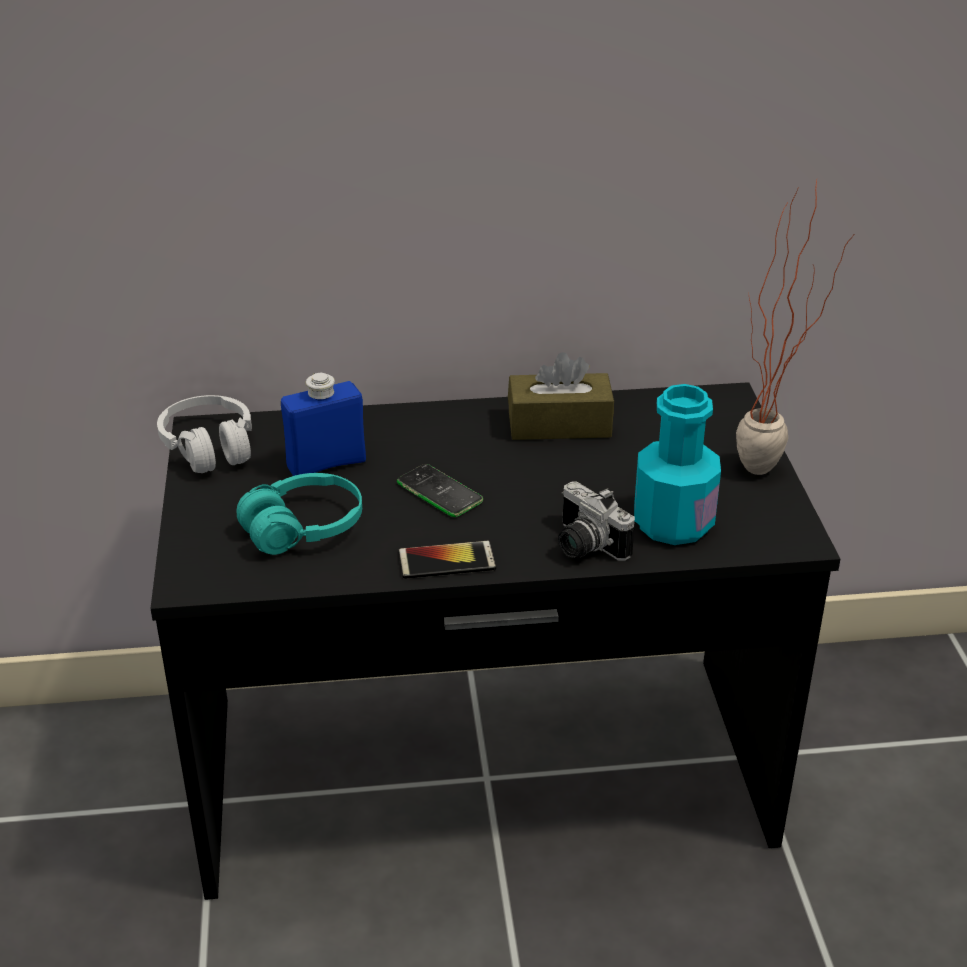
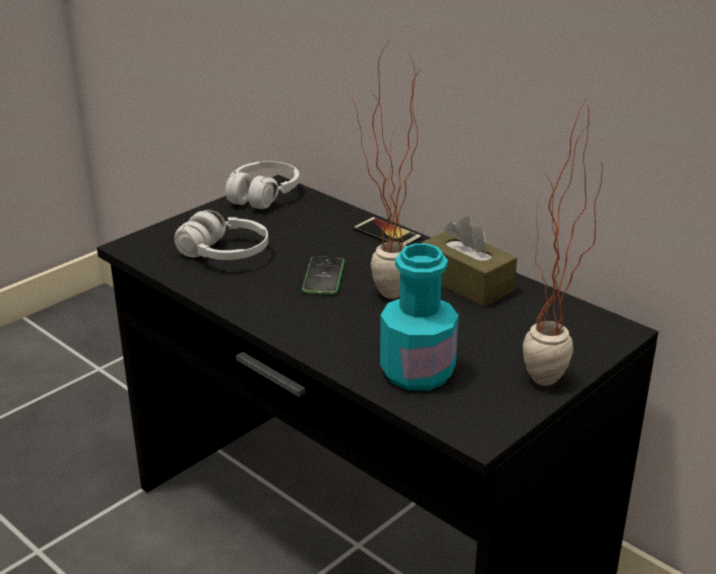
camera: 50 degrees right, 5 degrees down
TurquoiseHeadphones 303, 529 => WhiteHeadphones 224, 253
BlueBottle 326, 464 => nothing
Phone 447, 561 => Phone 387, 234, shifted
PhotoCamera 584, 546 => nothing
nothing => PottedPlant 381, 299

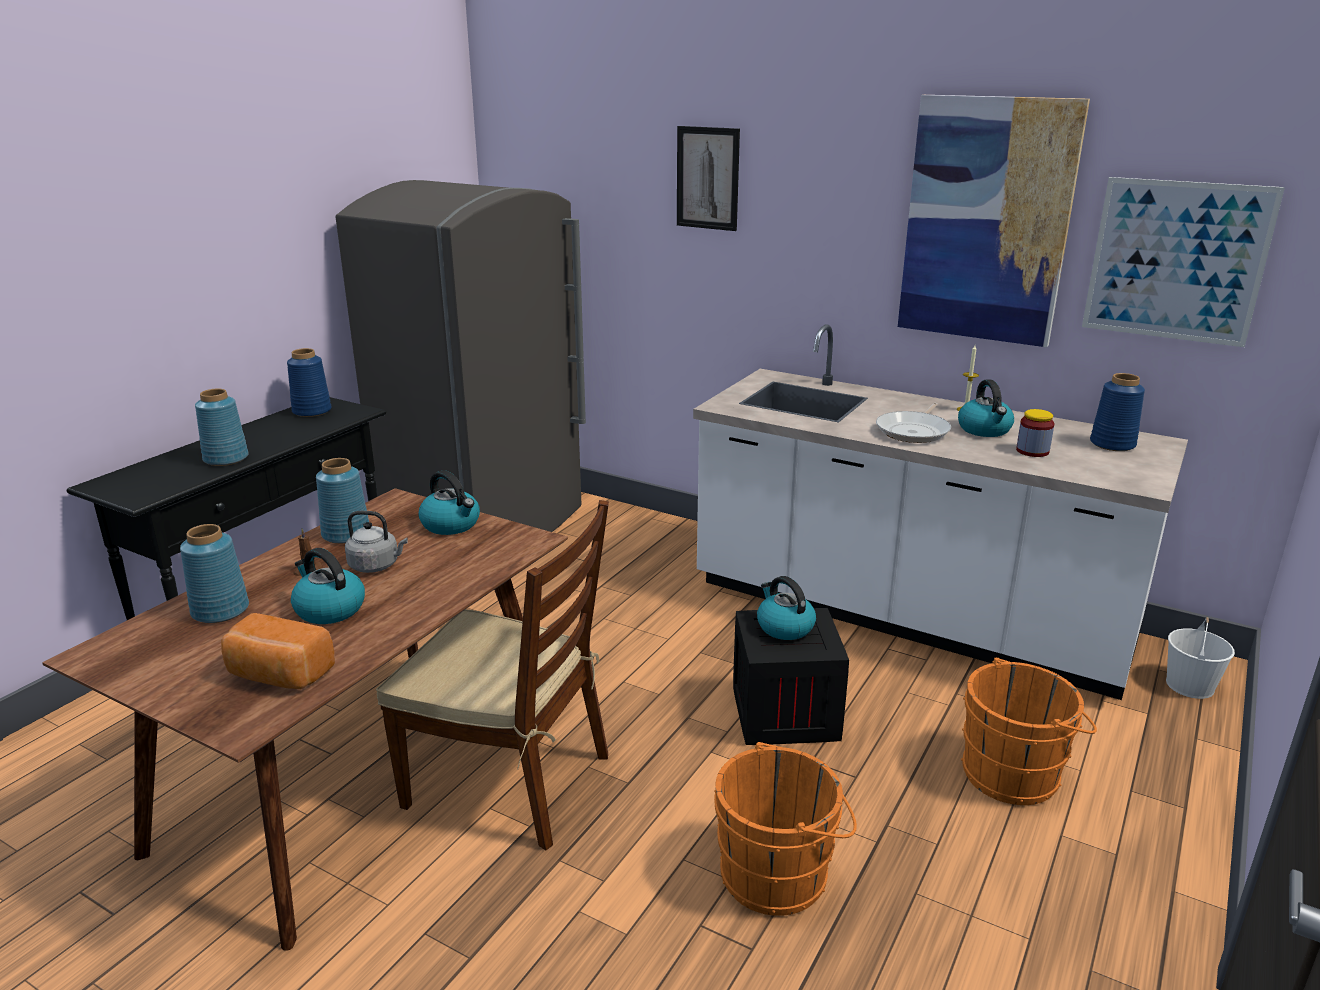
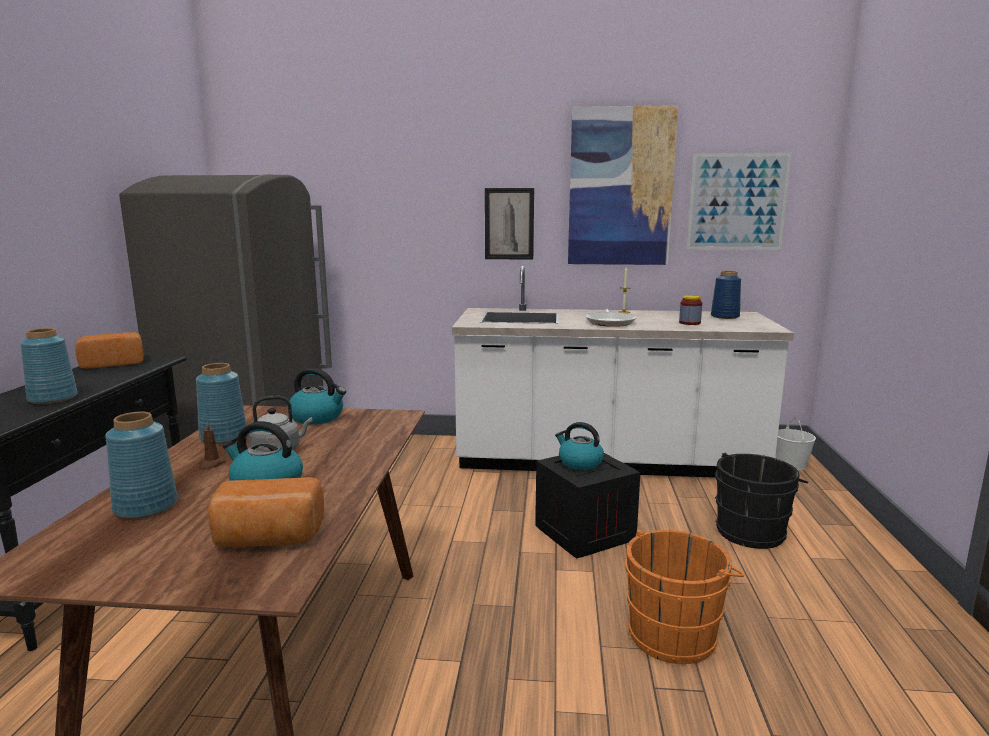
camera: 25 degrees left, 10 degrees down
BlueVase 312, 411 => Bread 113, 363
BrownChair 510, 780 => nothing
Picture 707, 178 => Picture 509, 224, shifted
Kettle 985, 430 => nothing
OrangeBucket 1015, 773 => BlackBucket 753, 531

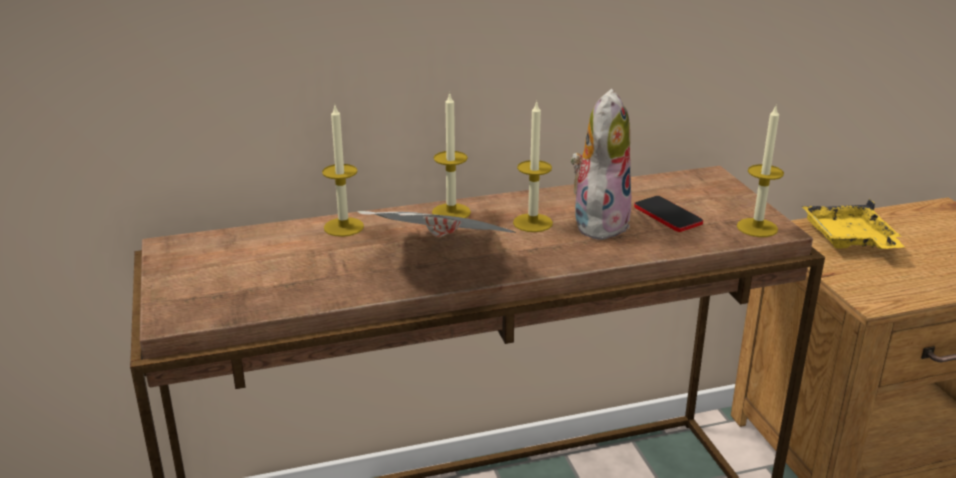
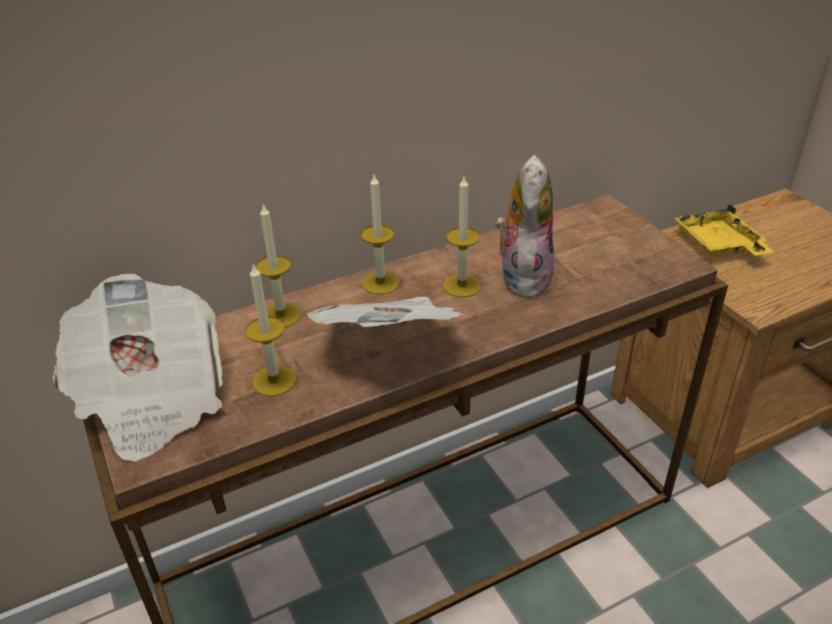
camera: 10 degrees left, 10 degrees up
Phone 667, 215 => nothing
Candle 757, 227 => Candle 274, 381, shifted
nothing => Newspaper 150, 397

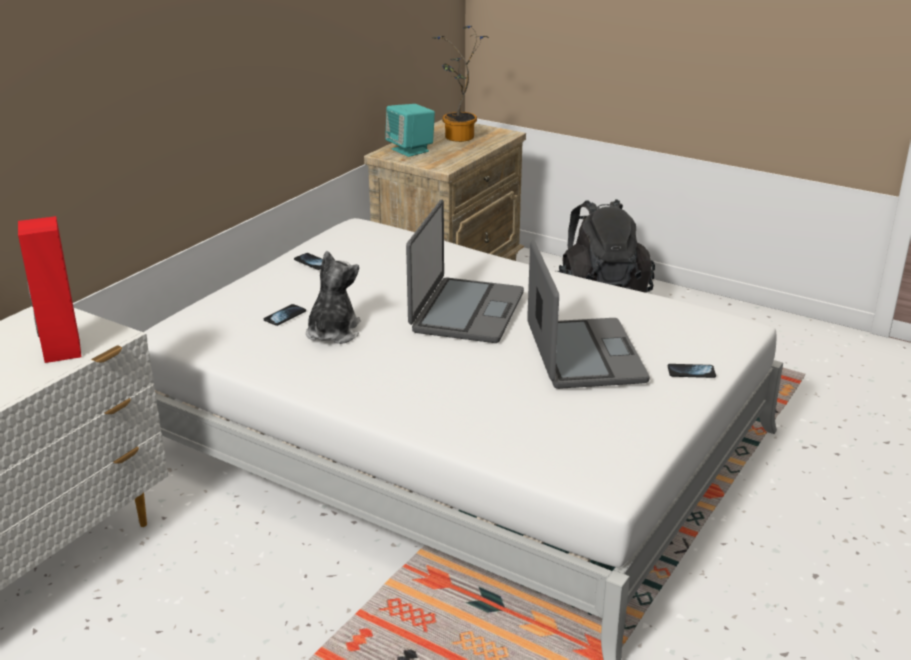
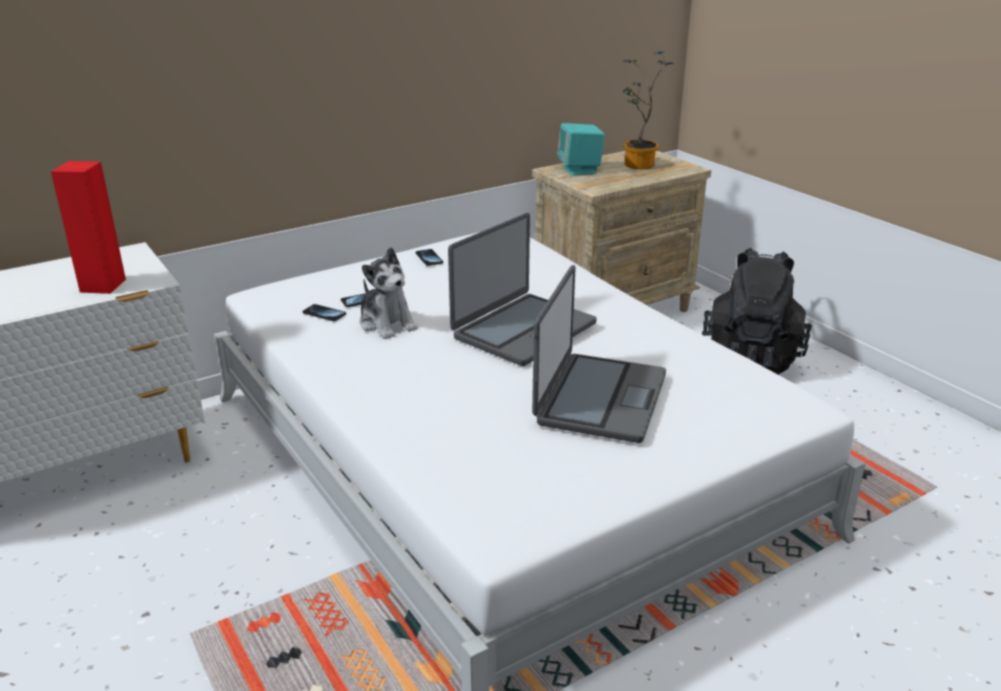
camera: 25 degrees right, 0 degrees up
PlushToy 332, 333 => PlushToy 387, 324, 105 degrees clockwise
Phone 691, 372 => Phone 324, 314, shifted

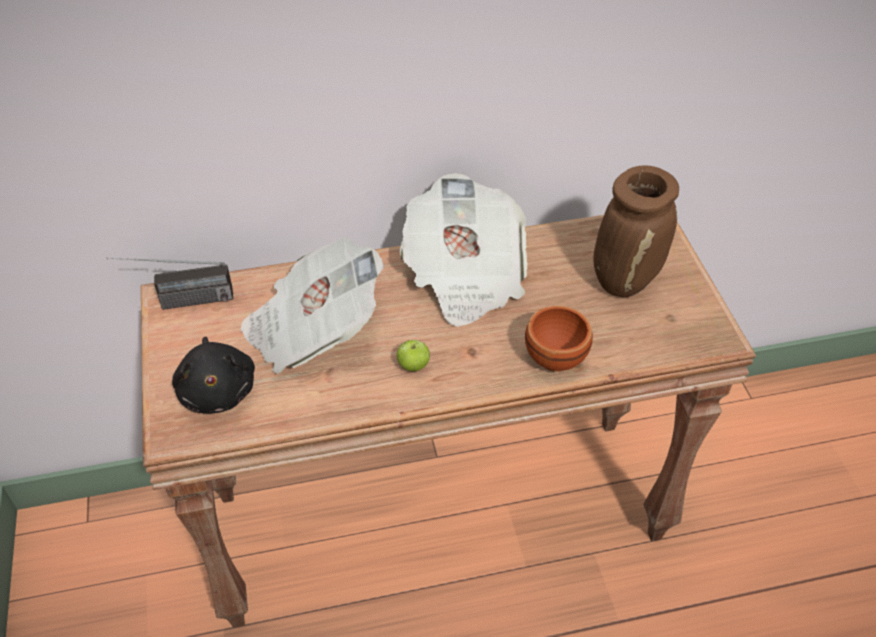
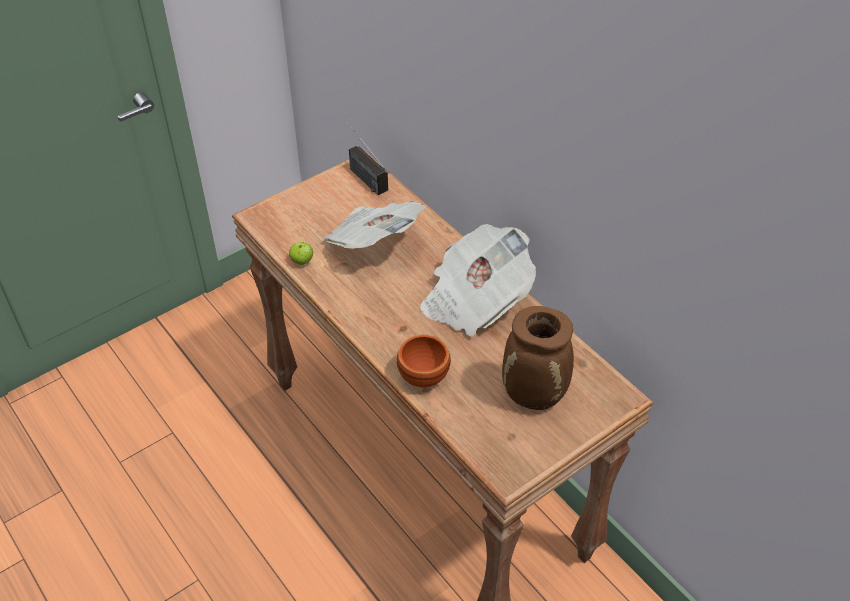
camera: 65 degrees right, 0 degrees up
BlackPlushToy 218, 390 => nothing
Apple 413, 366 => Apple 302, 261, shifted

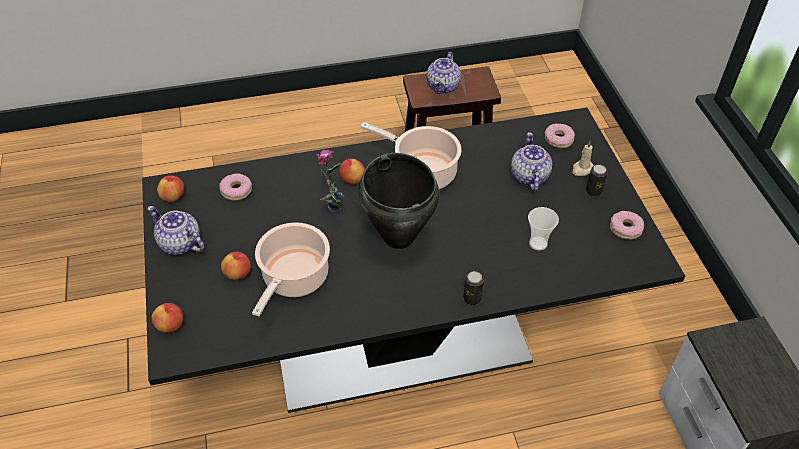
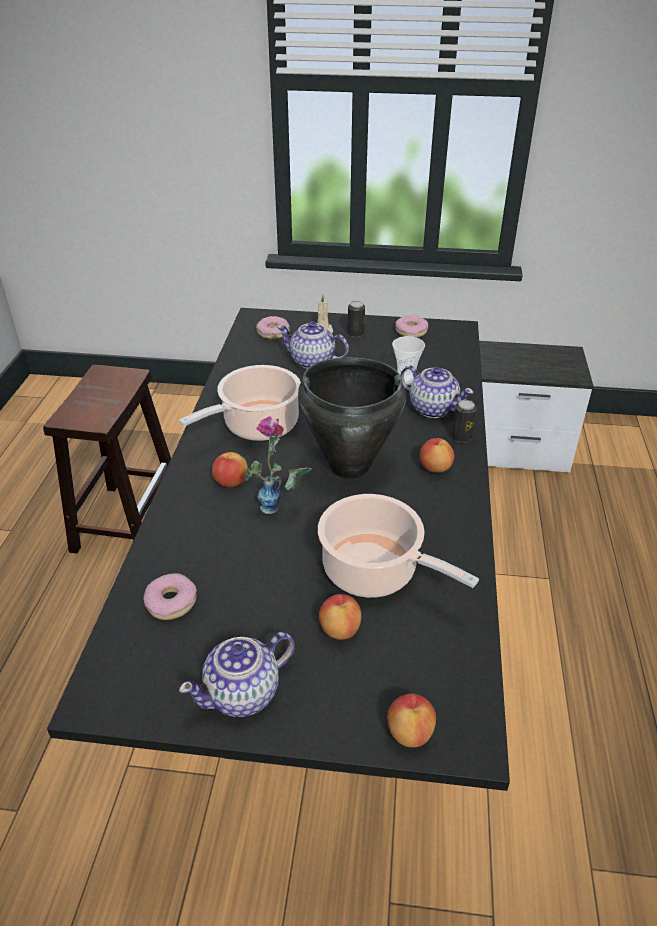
camera: 70 degrees left, 10 degrees down
Apple 173, 197 => Apple 435, 468, shifted
Teapot 443, 86 => Teapot 433, 408, shifted

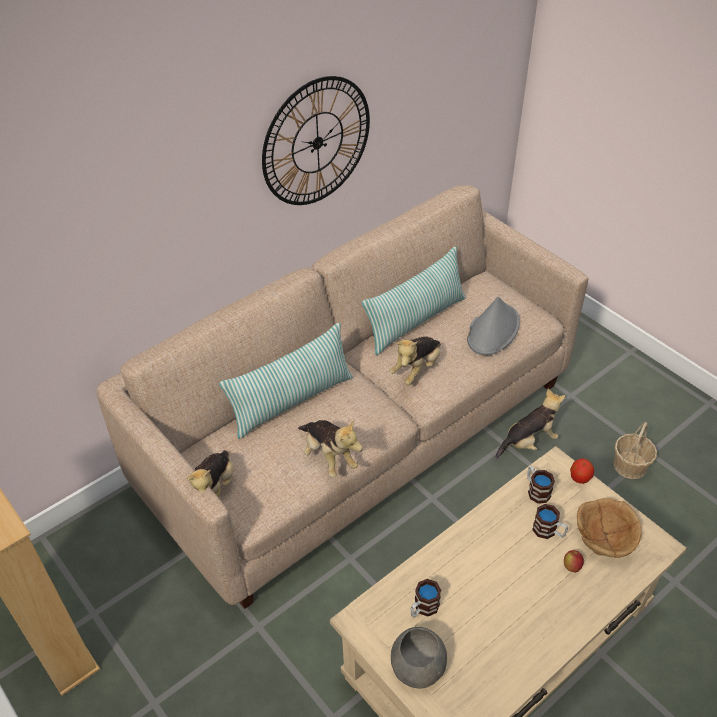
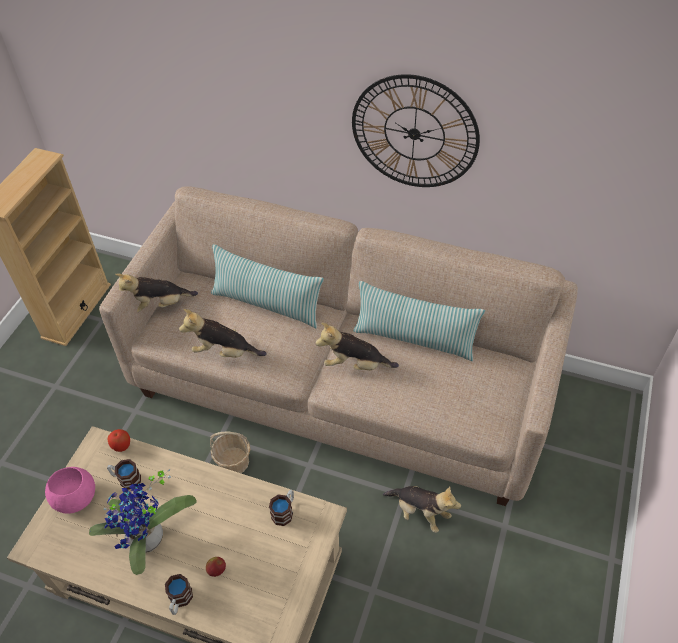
camera: 60 degrees right, 5 degrees up
PlushToy 328, 457 => PlushToy 224, 352, 75 degrees clockwise
GreyBowl 417, 667 => PinkBowl 74, 498
GreyHat 493, 330 => nothing
Mug 548, 531 => Mug 179, 600, shifted
Apple 580, 478 => Apple 121, 446, shifted
BrownBowl 605, 536 => nothing
Basket 630, 465 => Basket 233, 462, shifted
nothing => PottedPlant 149, 542

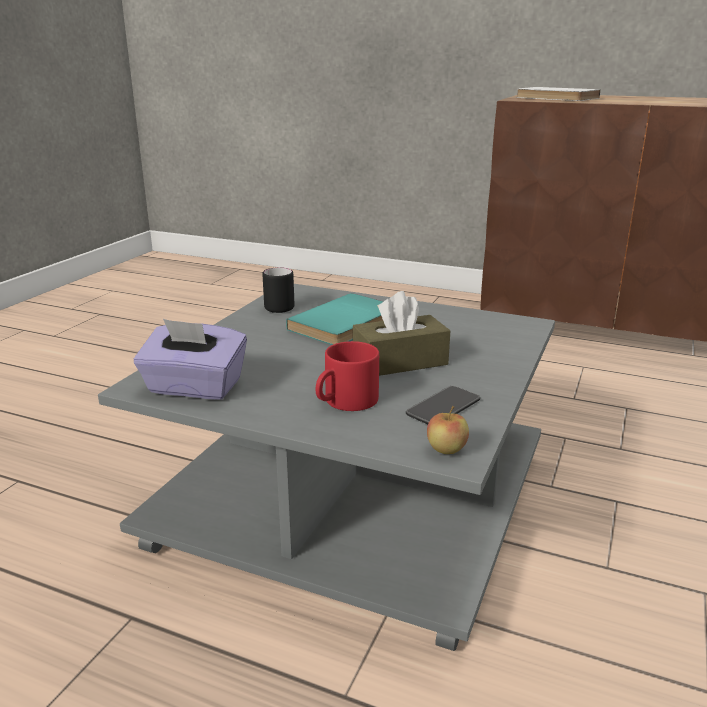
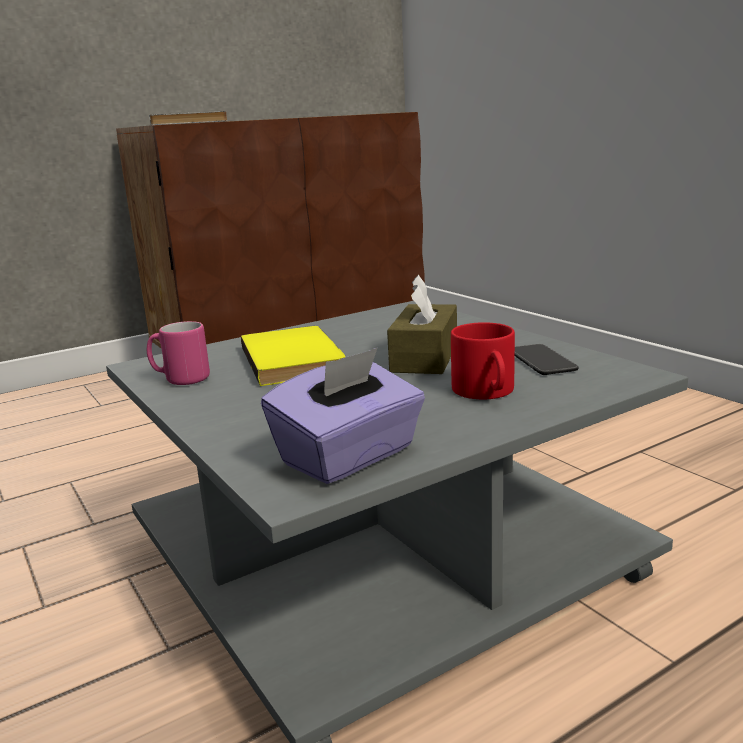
camera: 55 degrees left, 5 degrees down
BlackMug 277, 307 => PinkMug 180, 379
TurquoiseBook 347, 324 => YellowBook 296, 359
Apple 446, 450 => nothing

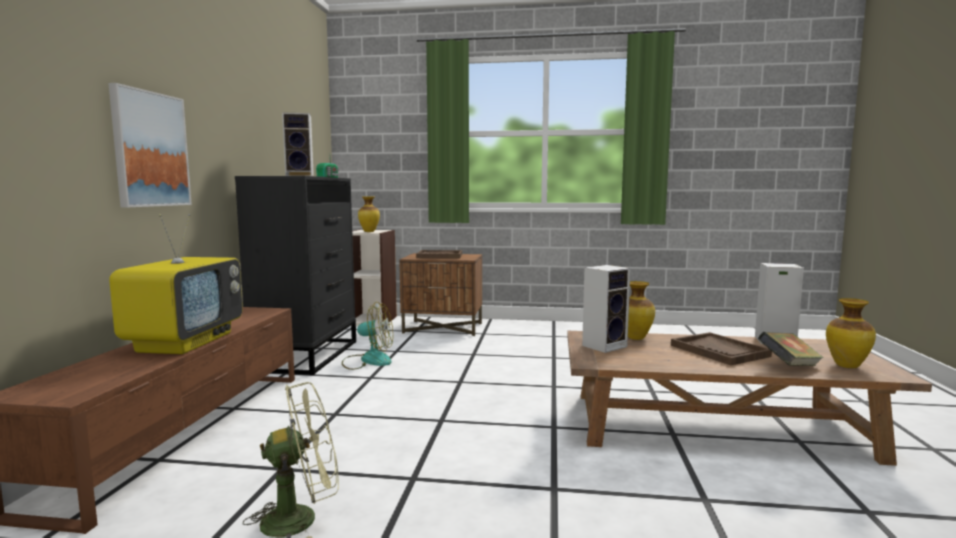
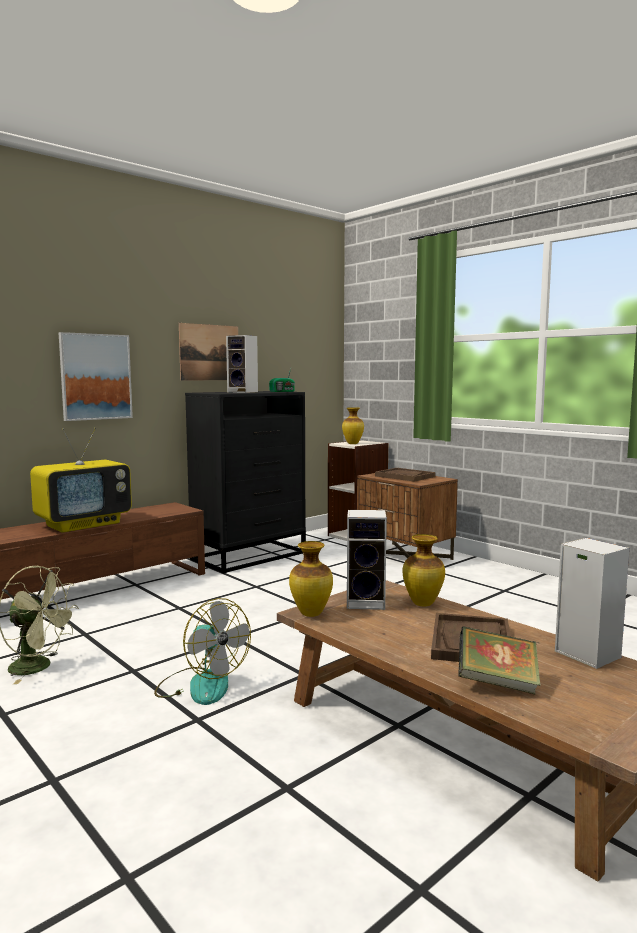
camera: 40 degrees right, 0 degrees up
Fan 368, 360 => Fan 201, 685, shifted
Vase 847, 366 => Vase 312, 614, shifted
nothing => Picture 209, 352

